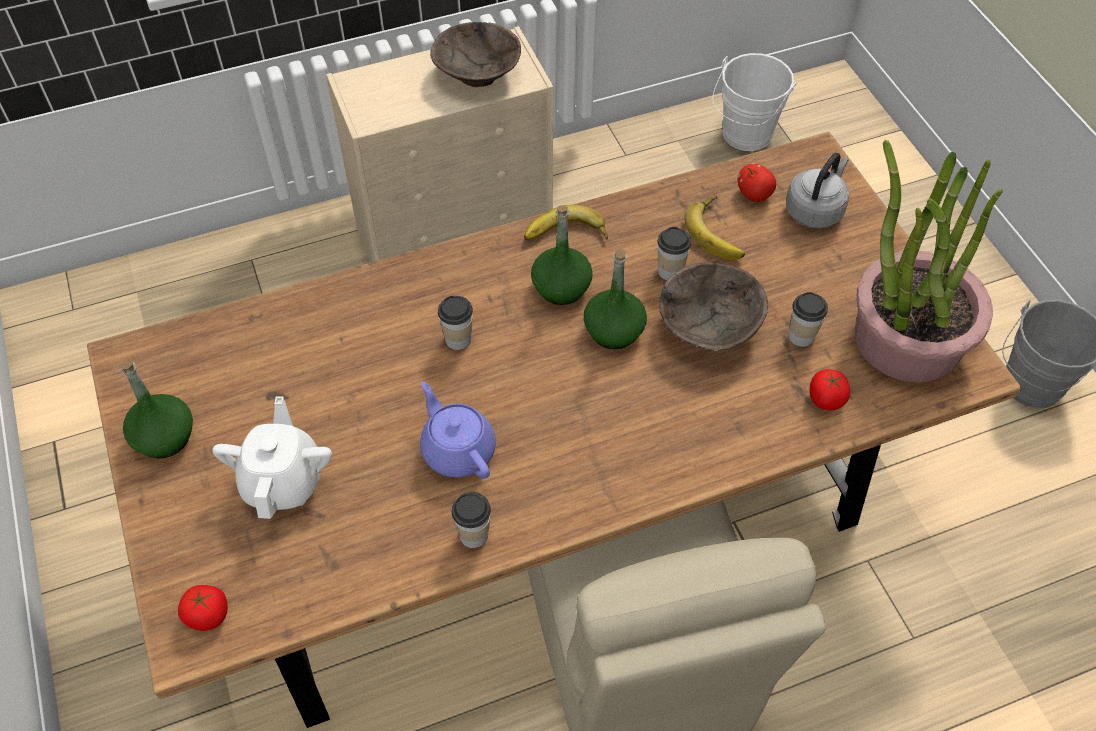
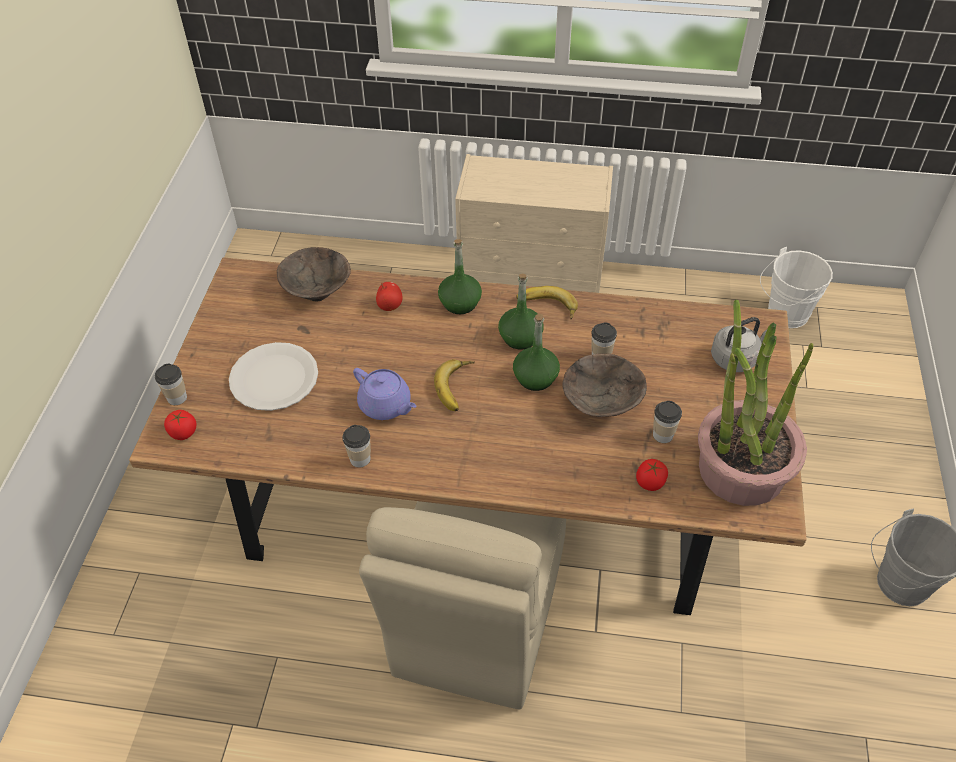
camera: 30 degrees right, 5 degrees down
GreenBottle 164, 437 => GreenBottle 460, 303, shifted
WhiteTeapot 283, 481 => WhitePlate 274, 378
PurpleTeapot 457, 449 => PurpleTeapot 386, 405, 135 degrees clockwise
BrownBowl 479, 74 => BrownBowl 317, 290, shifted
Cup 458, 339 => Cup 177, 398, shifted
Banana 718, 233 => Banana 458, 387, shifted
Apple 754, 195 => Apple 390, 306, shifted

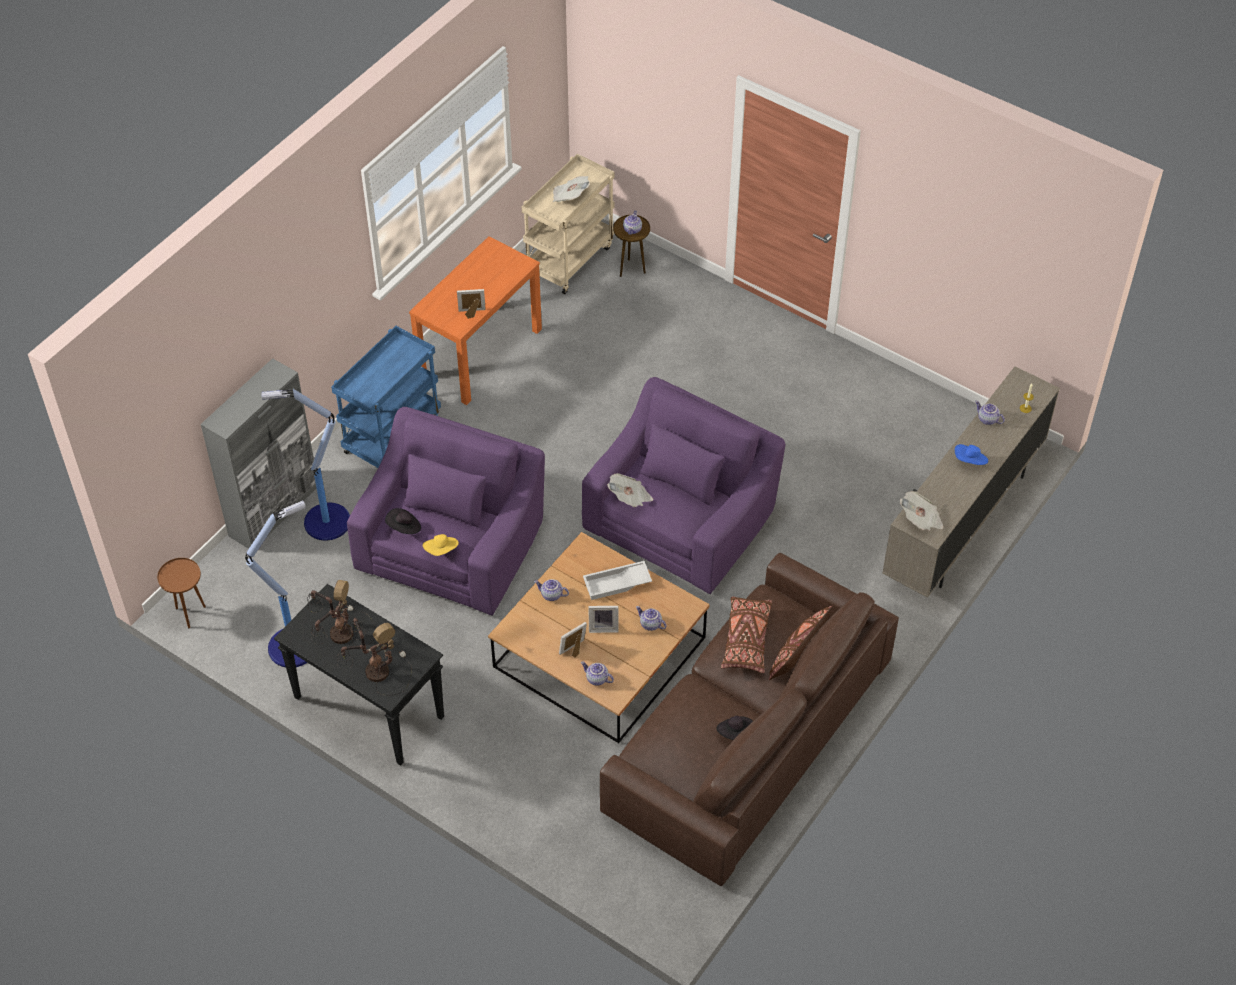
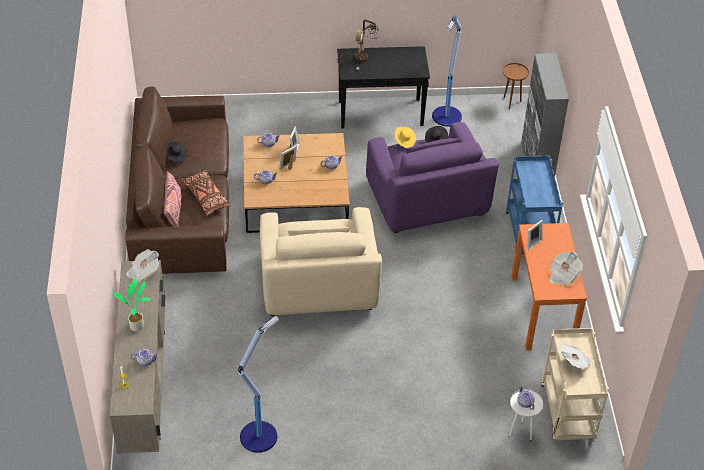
camera: 140 degrees right, 5 degrees down
FloorLamp 325, 522 => FloorLamp 259, 435, shifted
TableLamp 340, 635 => nothing
PurpleArmchair 681, 520 => BeigeArmchair 318, 284
WhiteTray 617, 584 => nothing
Newspaper 630, 498 => Newspaper 563, 275, shifted
BrownSideTable 631, 269 => WhiteSideTable 520, 432
BrownPillow 798, 653 => PinkPillow 173, 210
BlueHat 970, 461 => PottedPlant 138, 326

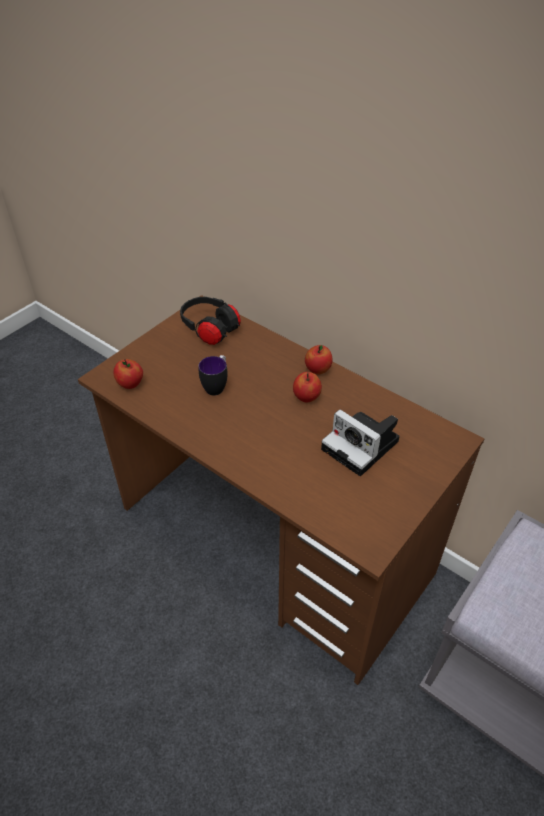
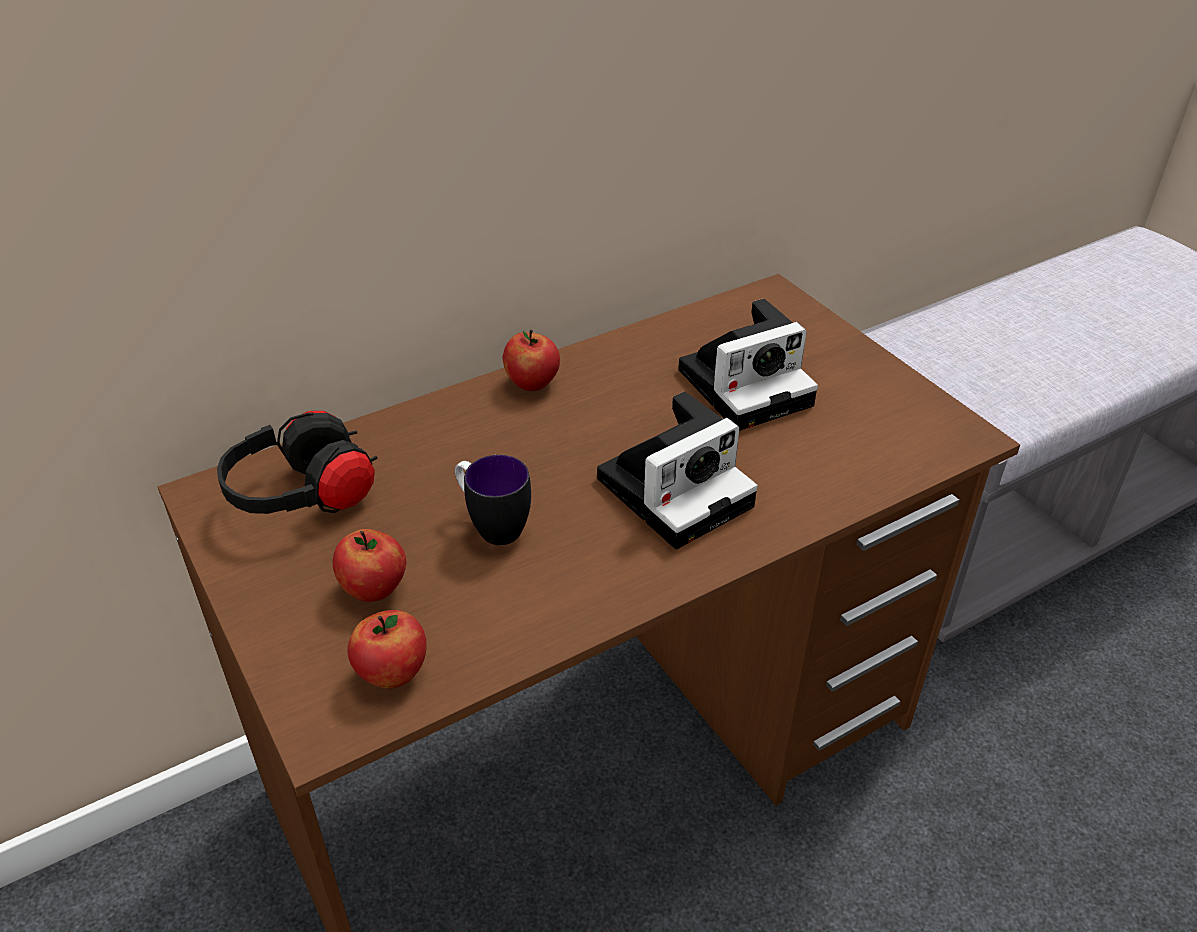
camera: 70 degrees left, 5 degrees down
Apple 306, 397 => Apple 374, 589, shifted
nothing => PhotoCamera 677, 489

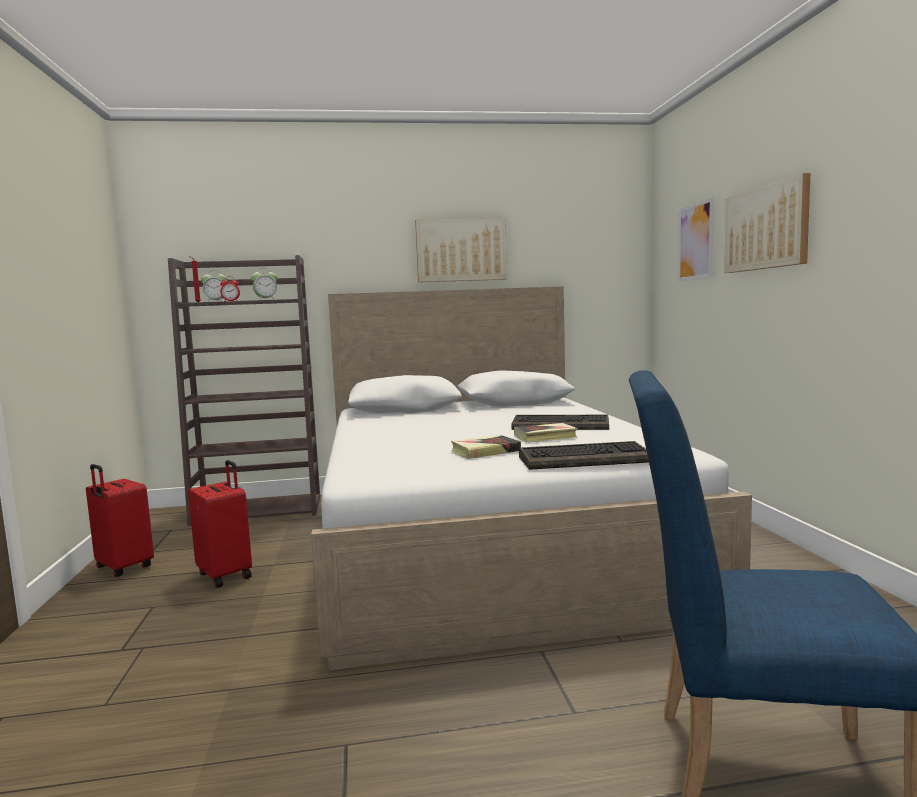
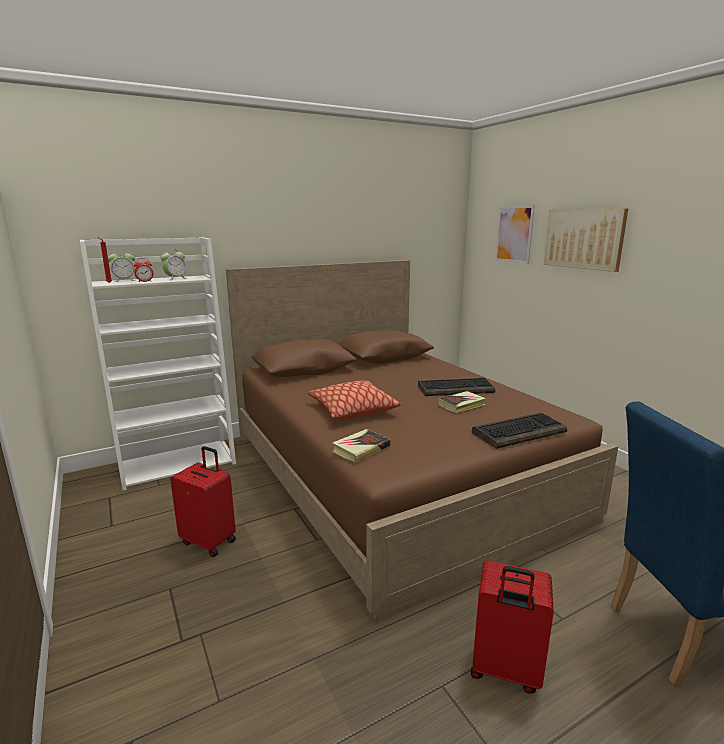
camera: 20 degrees left, 10 degrees up
RedSuitcase 123, 568 => RedSuitcase 505, 671, shifted
BrownBookcase 259, 510 => WhiteBookcase 178, 463
WhiteBed 487, 538 => BrownBed 394, 472
Picture 461, 250 => nothing
Book 485, 451 => Book 361, 449, shifted
nothing => Pillow 352, 409

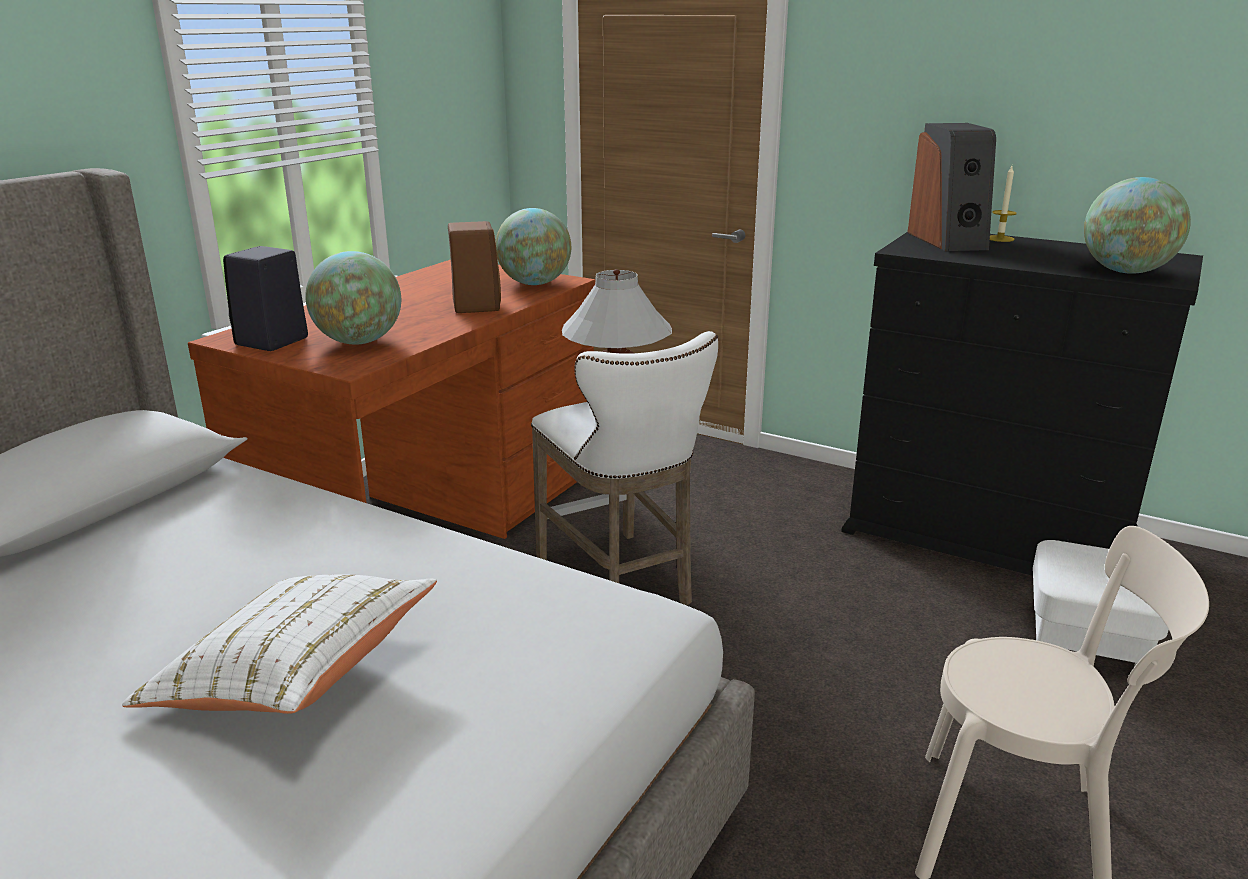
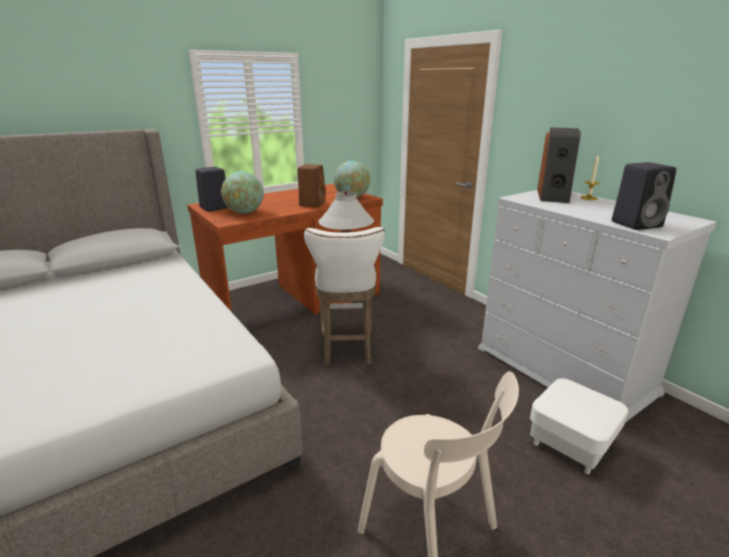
camera: 25 degrees right, 0 degrees up
WhitePillow 294, 679 => nothing
BlackDresser 990, 534 => WhiteDresser 564, 370
Globe 1126, 272 => BlackSpeaker 637, 224

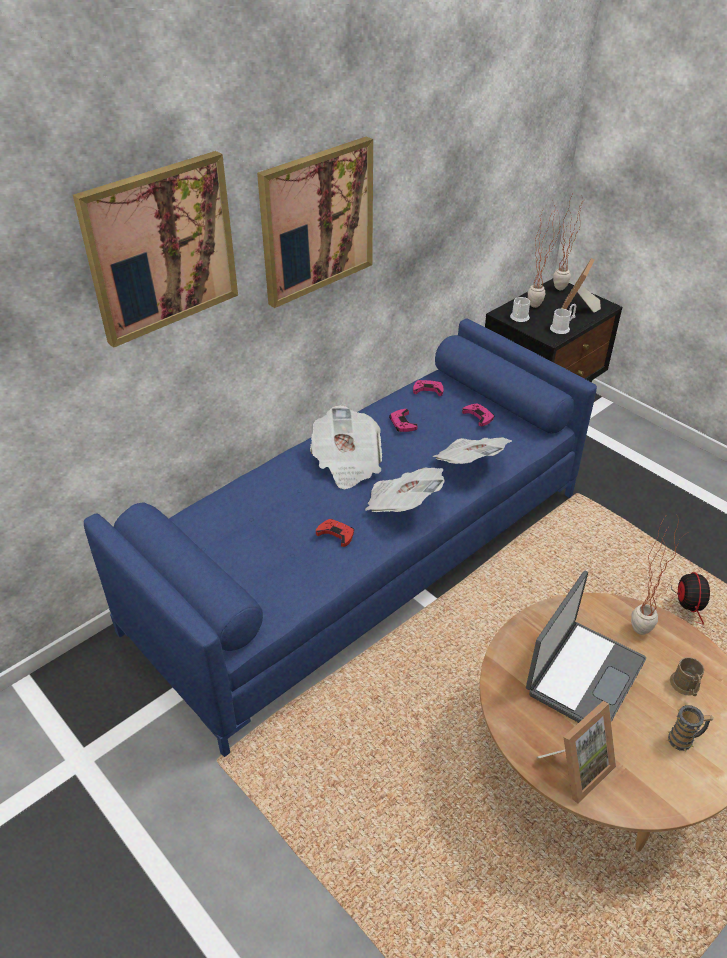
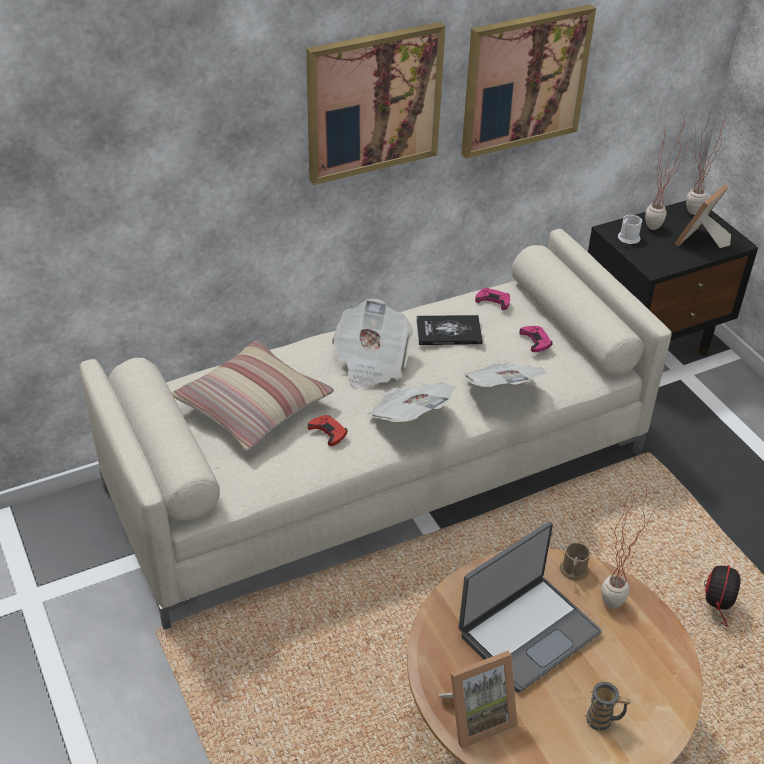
camera: 15 degrees right, 0 degrees up
Picture 160, 248 => Picture 524, 80, shifted
BlueSofa 364, 557 => BeigeSofa 380, 468
PinkGameController 402, 423 => Book 448, 331
WhiteMug 562, 327 => nothing
BrownMug 686, 687 => BrownMug 573, 572, shifted
nothing => Pillow 253, 405

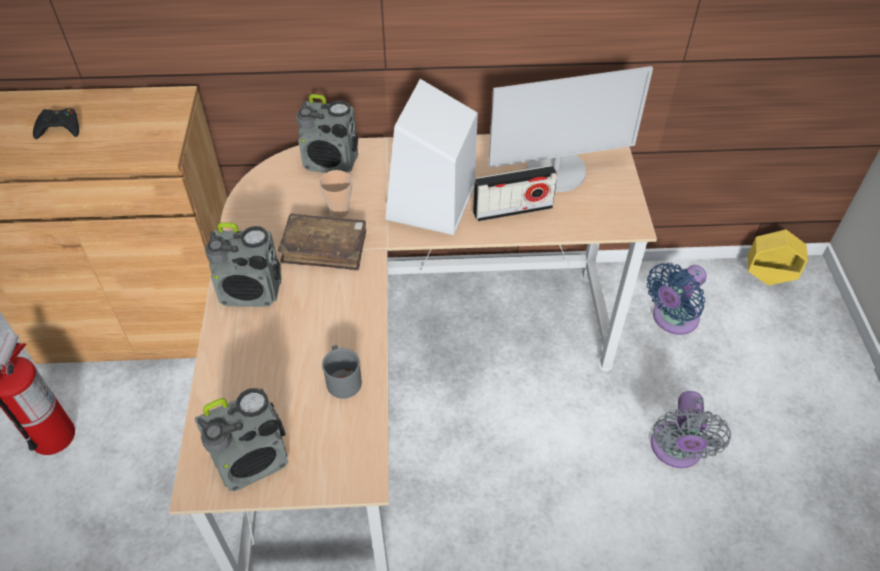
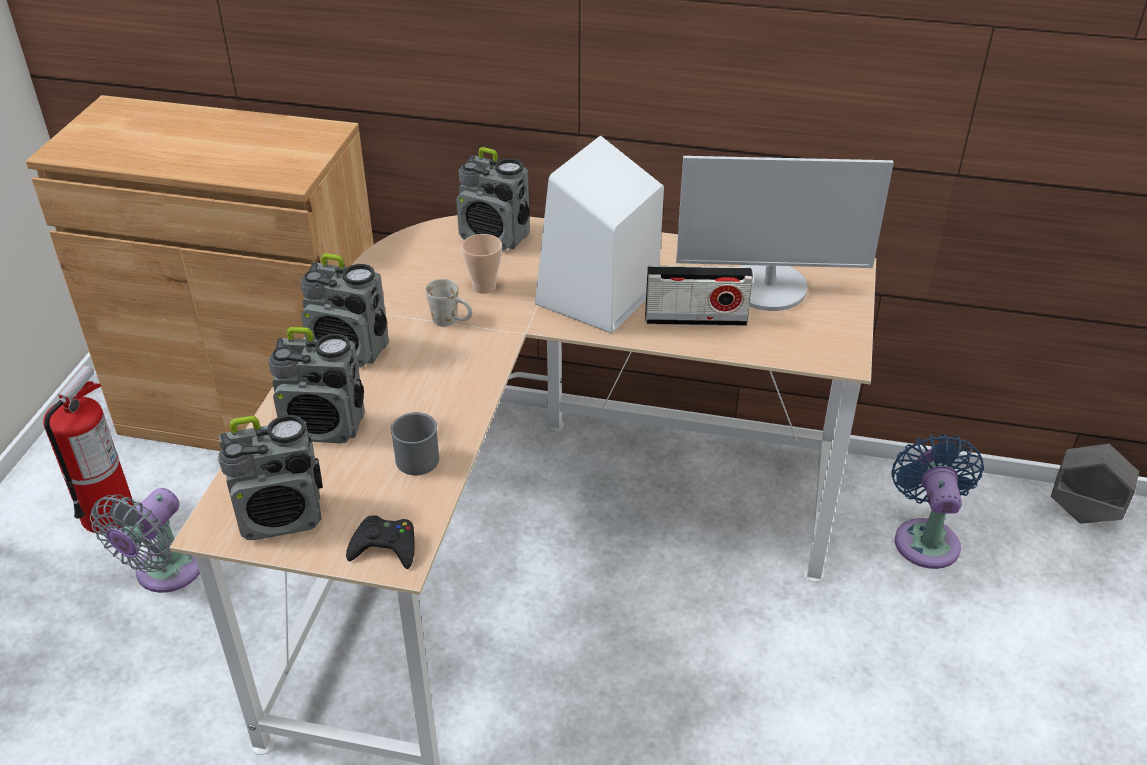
camera: 15 degrees right, 10 degrees down
BlackGameController 59, 128 => BlackGameController 385, 547, shifted
BrownBook 325, 248 => WhiteMug 452, 321
BlueFan 672, 319 => BlueFan 926, 538, 120 degrees clockwise
GreyFan 676, 450 => GreyFan 164, 573, shifted
YellowPlanter 767, 277 => GreyPlanter 1082, 513
nothing => Radio 324, 427

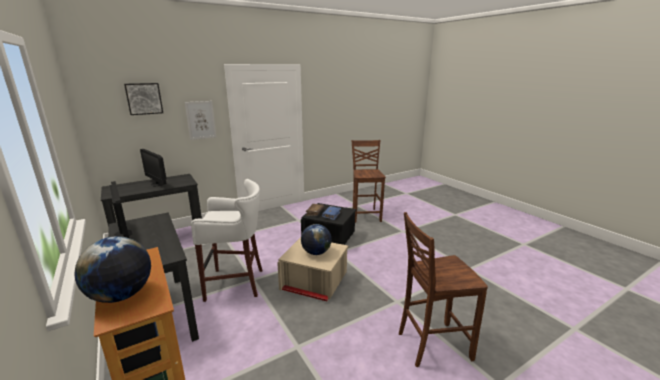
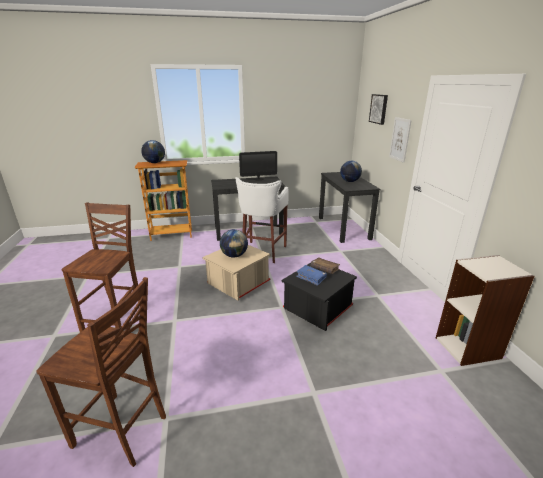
camera: 110 degrees right, 5 degrees up
Monitor 157, 184 => Globe 349, 181
BrownChair 366, 215 => BrownChair 122, 431, shifted
nothing => Bookcase 468, 348

